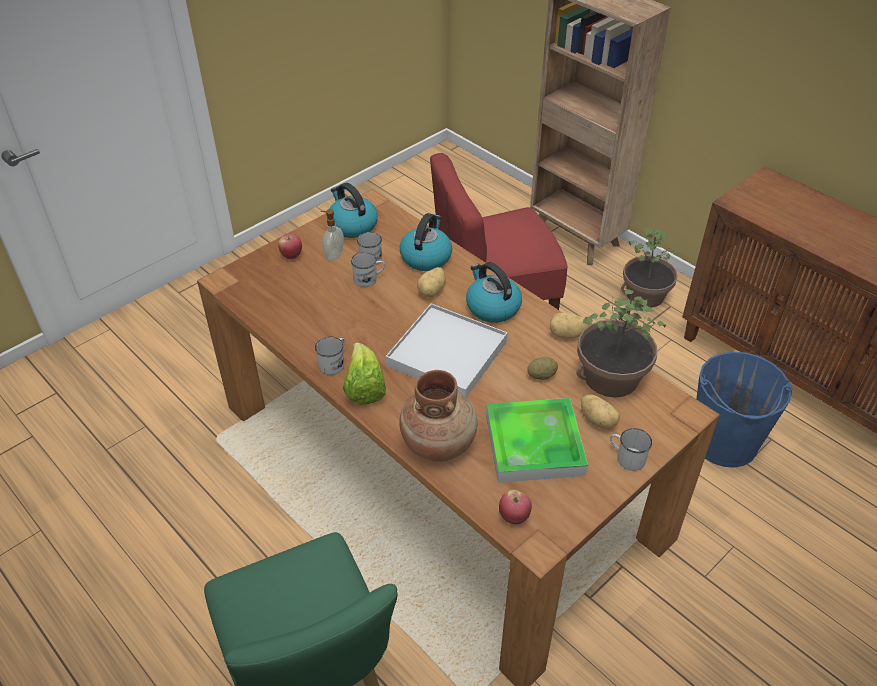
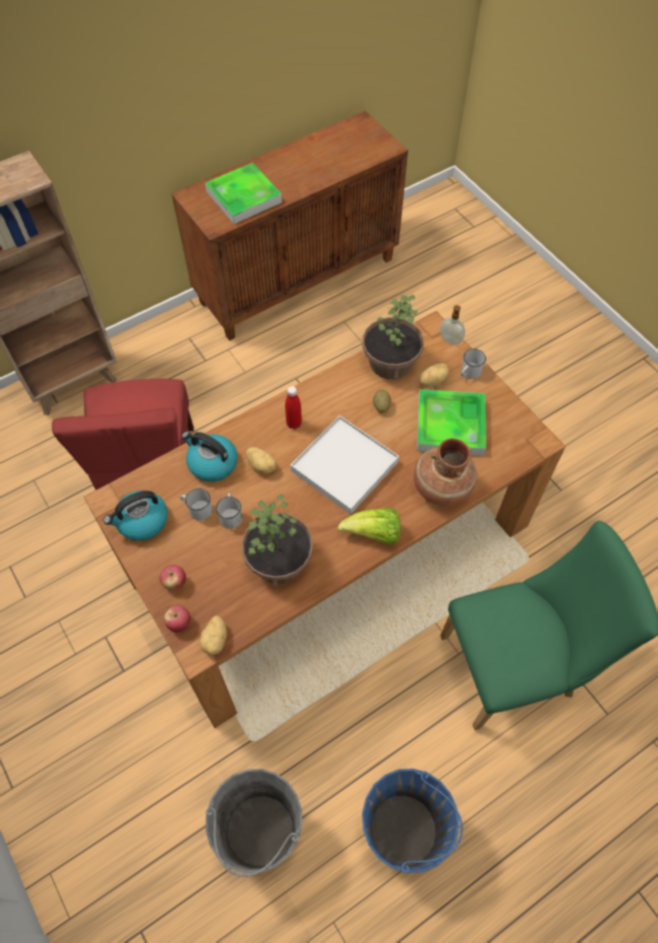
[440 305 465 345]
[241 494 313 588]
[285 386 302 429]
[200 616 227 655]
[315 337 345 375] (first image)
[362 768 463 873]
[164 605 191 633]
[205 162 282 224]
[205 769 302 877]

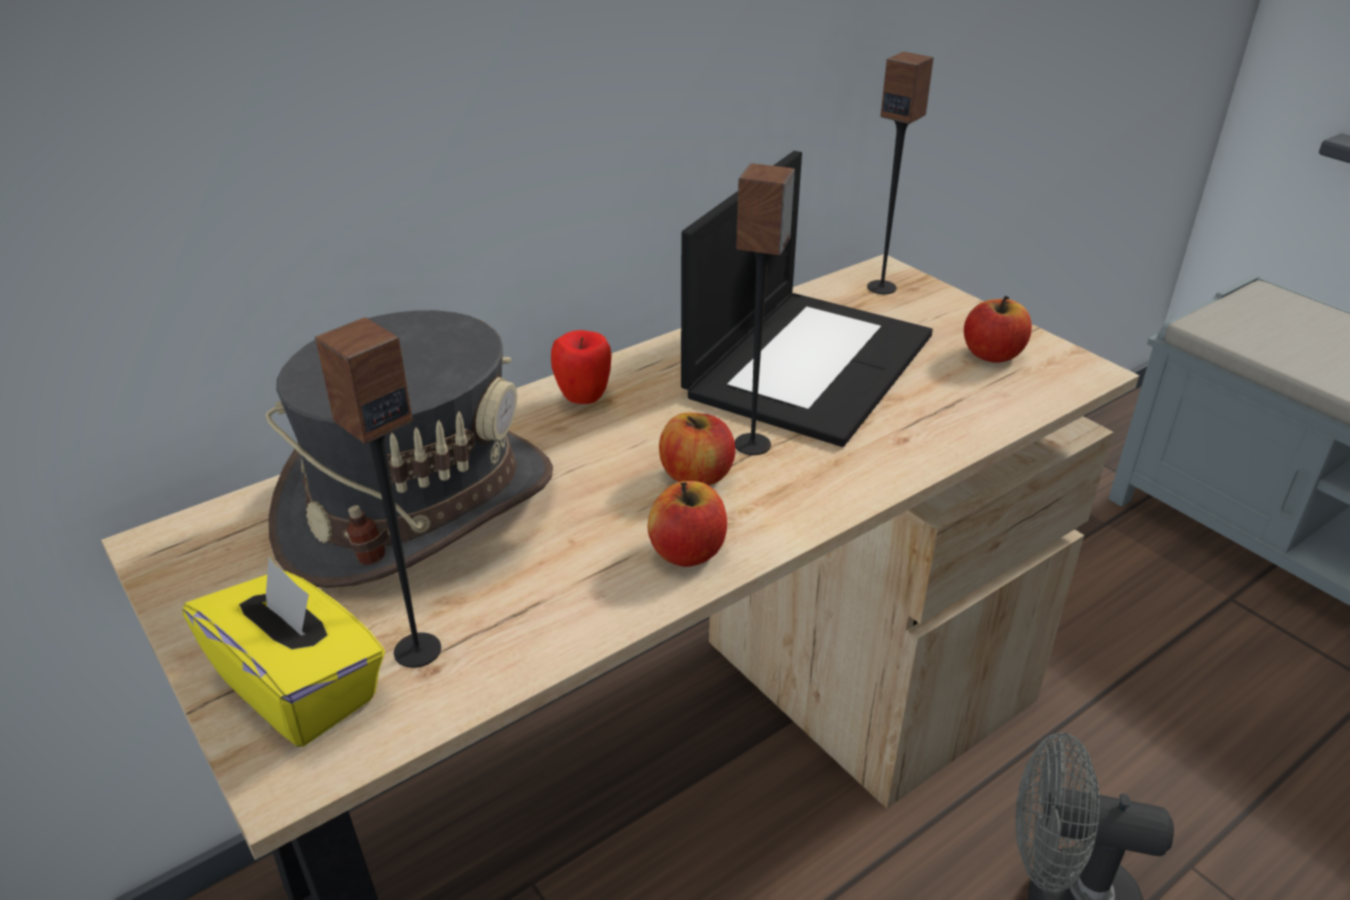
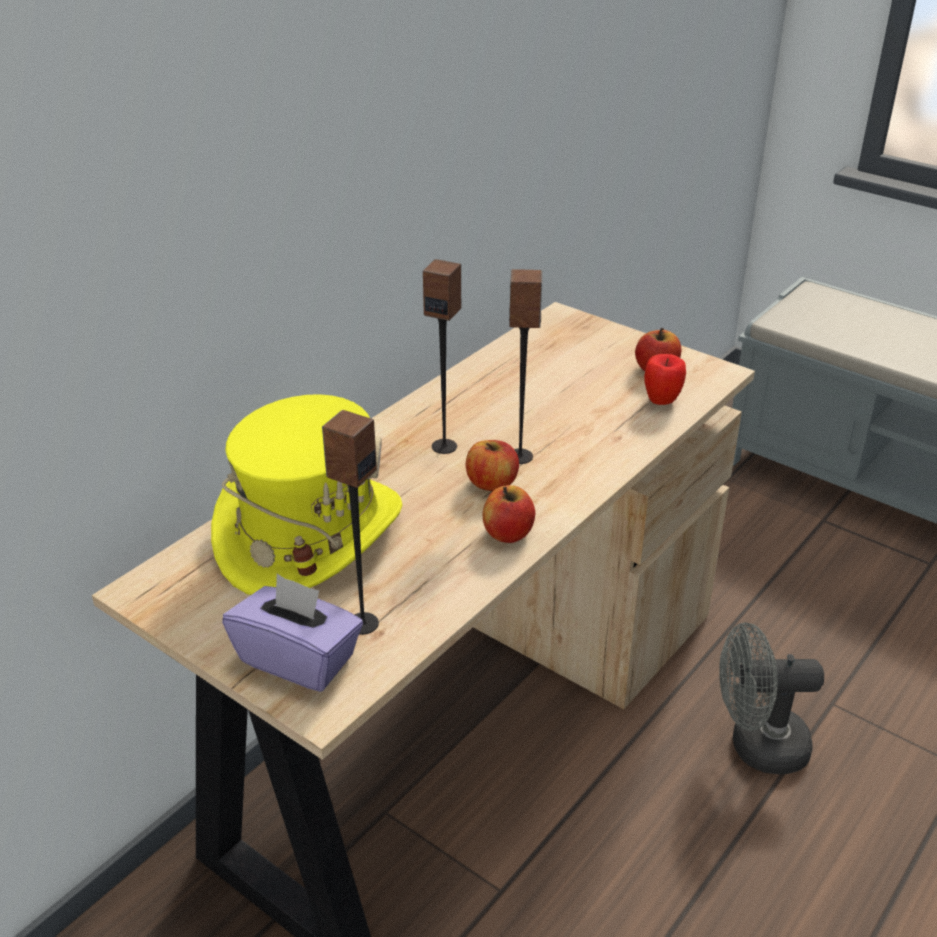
[423 259 461 454]
[681 151 933 447] (first image)
[211 394 402 595]
[644 354 686 405]
[222 573 363 692]

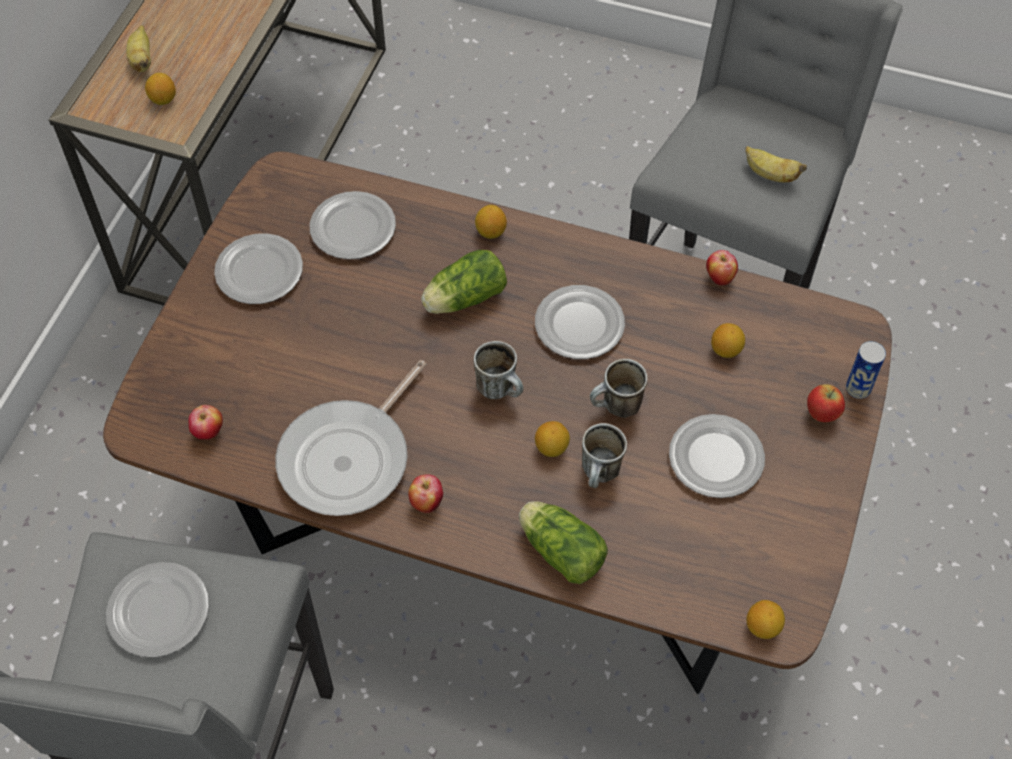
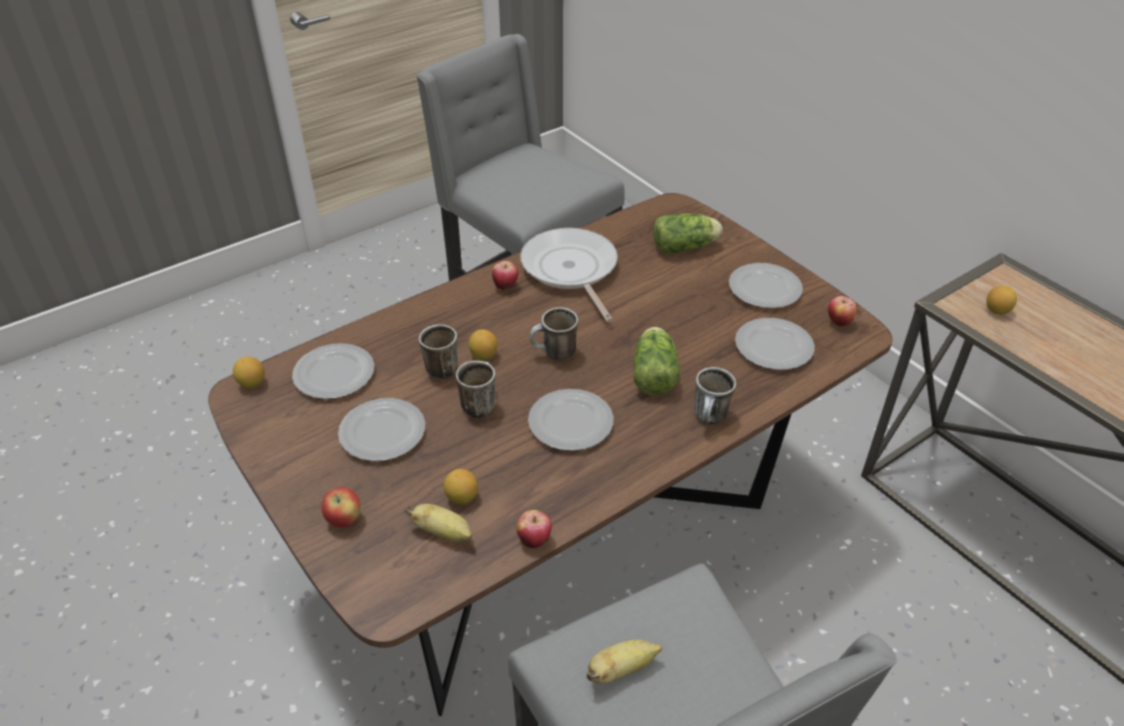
[405 504 472 542]
[694 367 736 424]
[846 341 886 399] (first image)
[828 296 857 327]
[653 213 723 254]
[292 343 375 399]

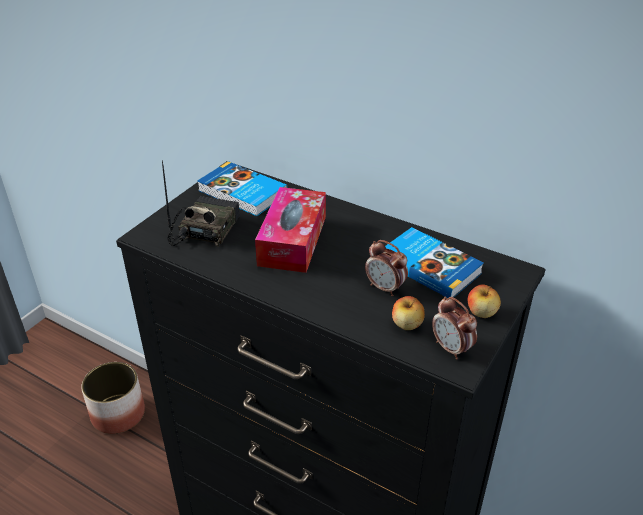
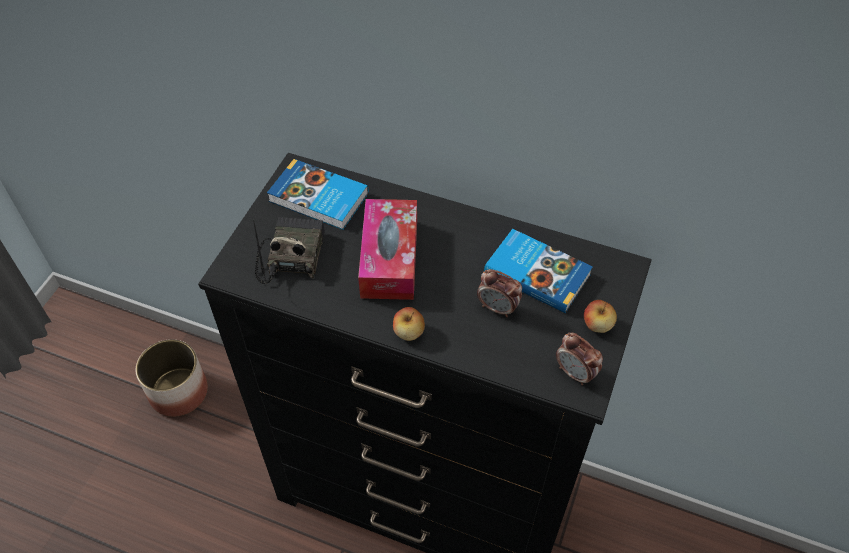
[393 307 425 341]

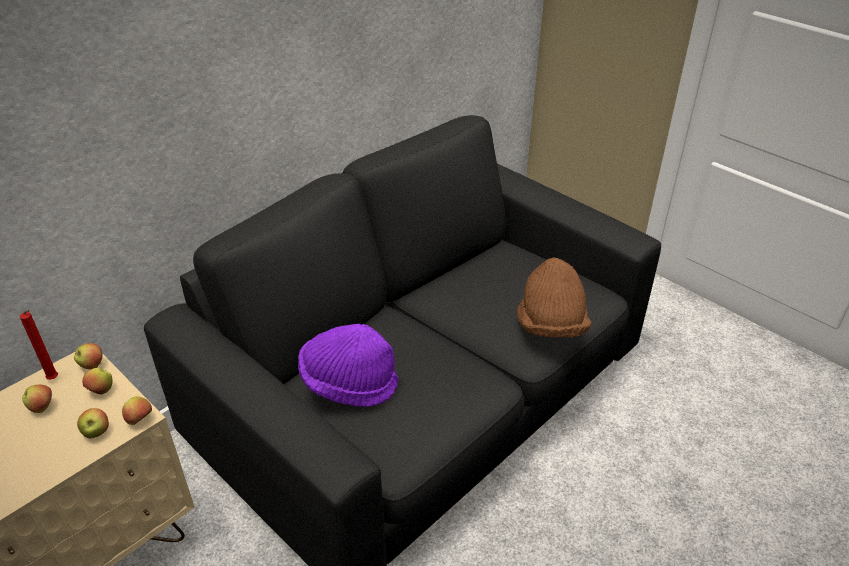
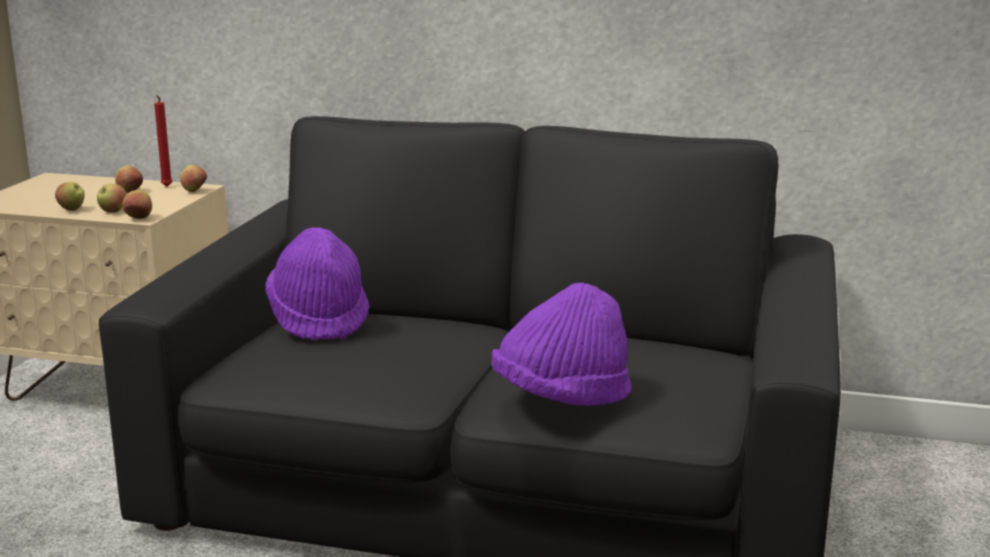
[492 283 632 406]
[55 182 85 211]

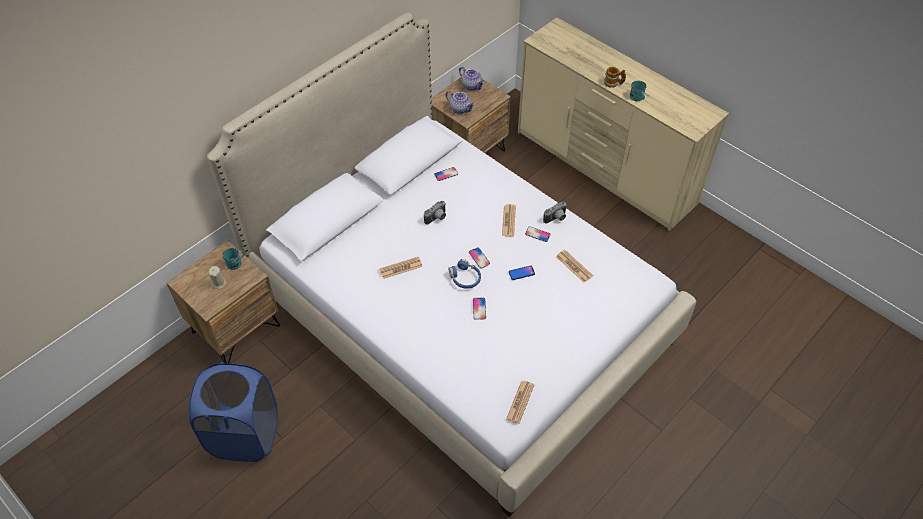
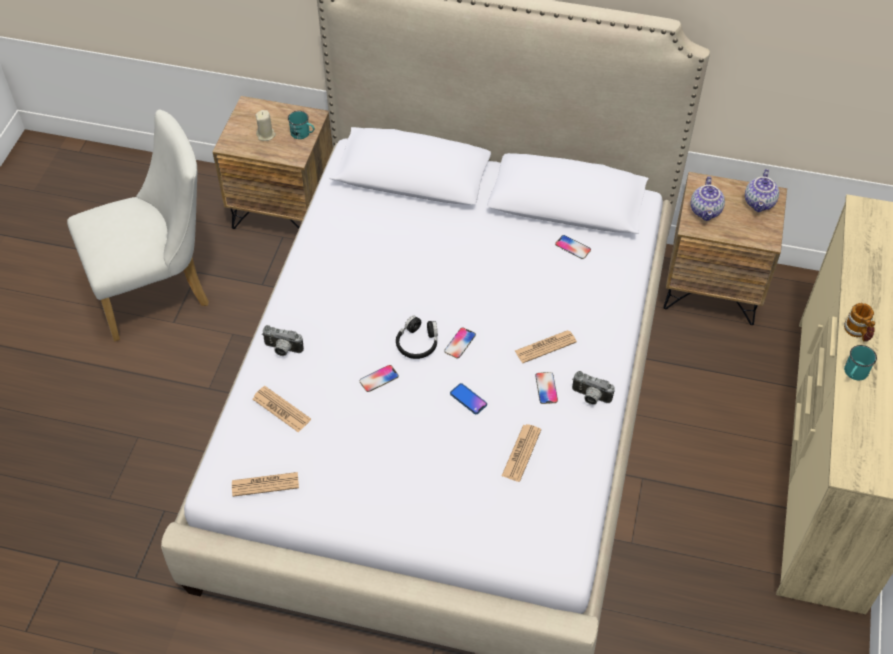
[262 325 304 356]
[252 386 311 432]
[396 315 438 359]
[67 110 209 342]

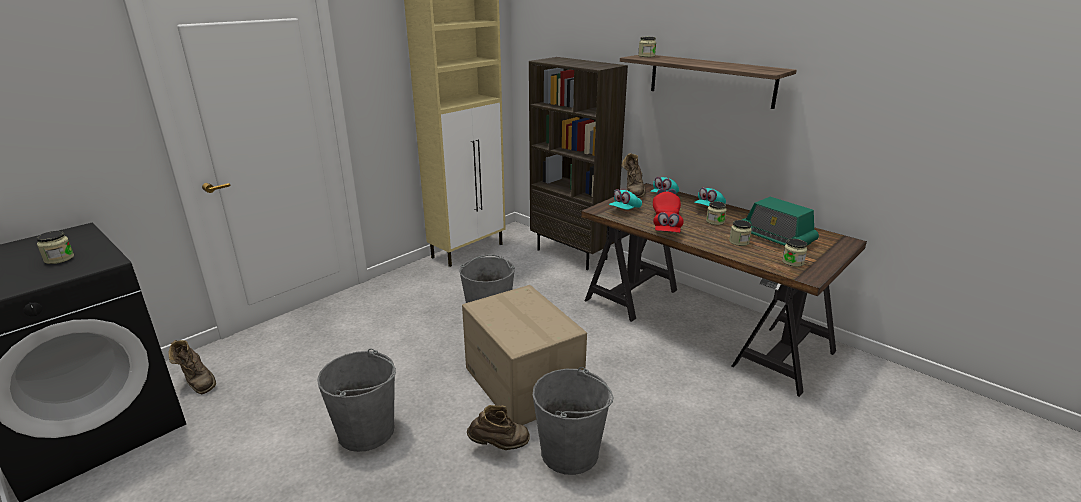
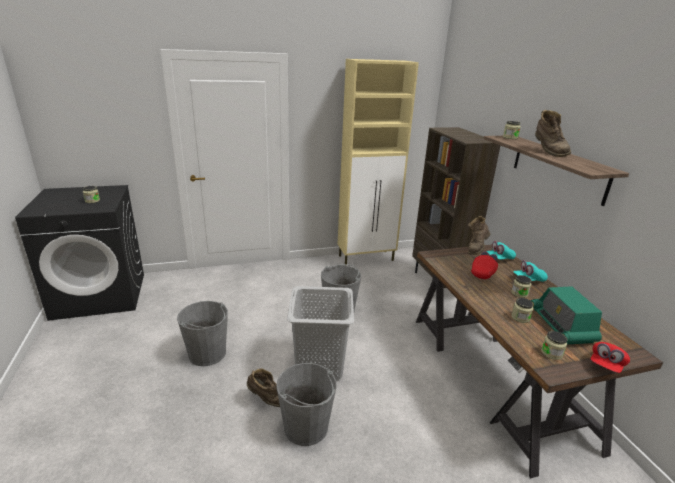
[609 189 642 210] (first image)
[591 342 630 373]
[287 286 354 380]
[535 110 571 157]

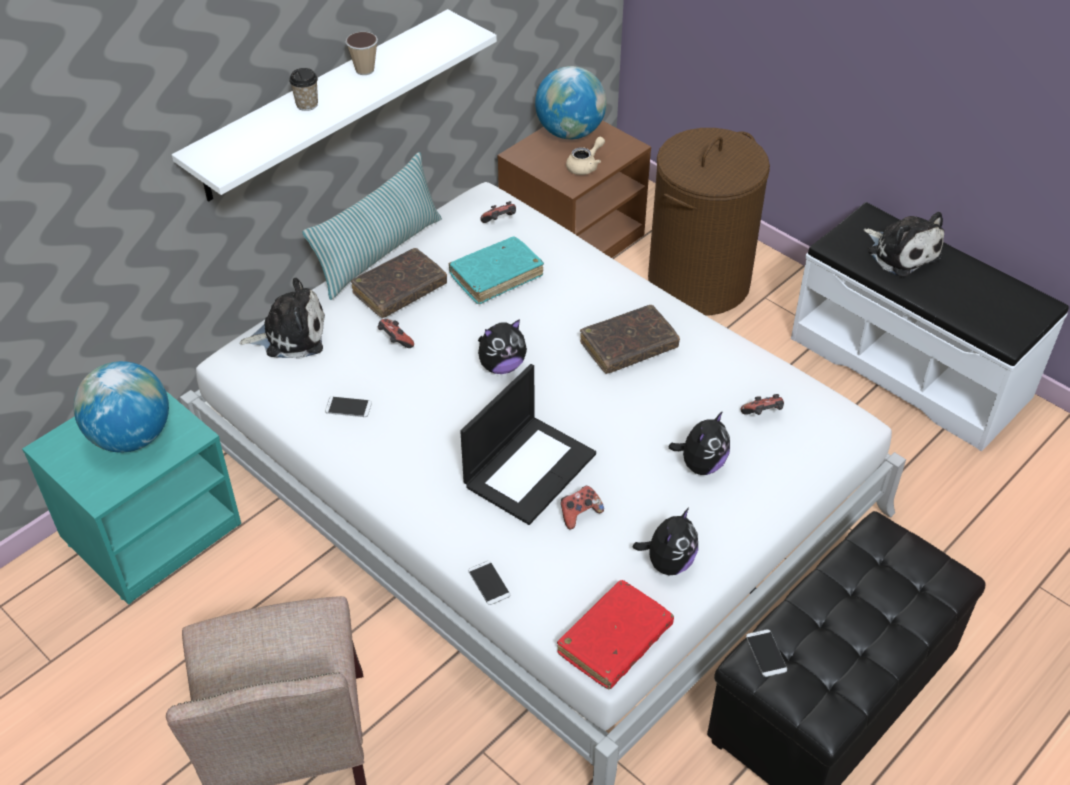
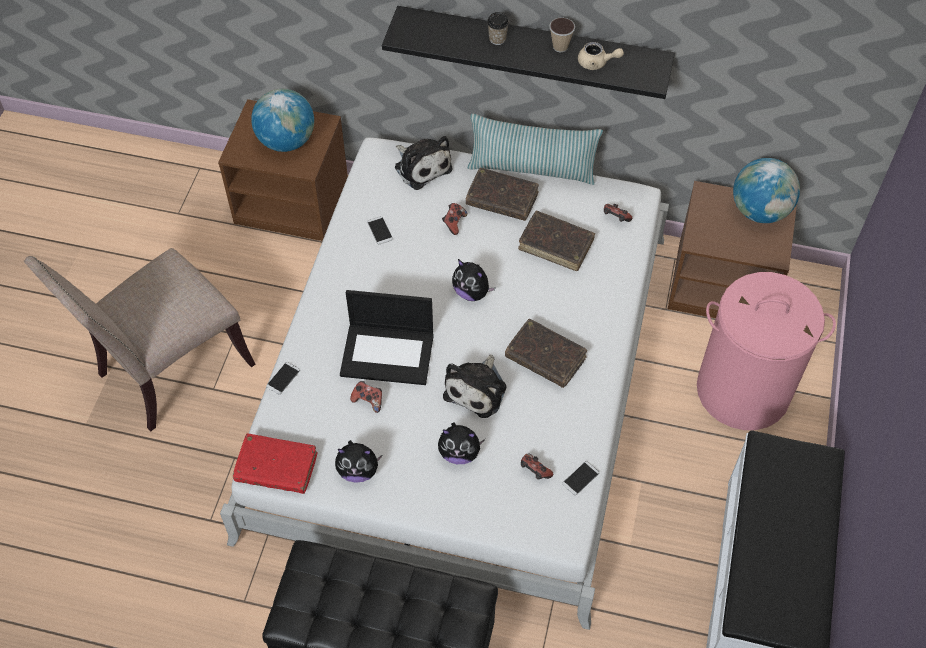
[382 6 675 99]
[697 272 836 430]
[578 42 624 70]
[443 354 506 418]
[518 210 595 271]
[218 99 348 241]
[562 461 599 495]

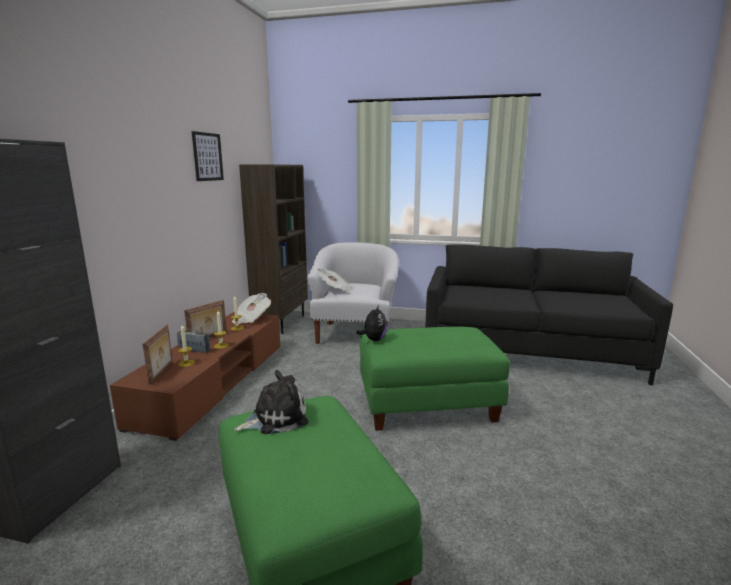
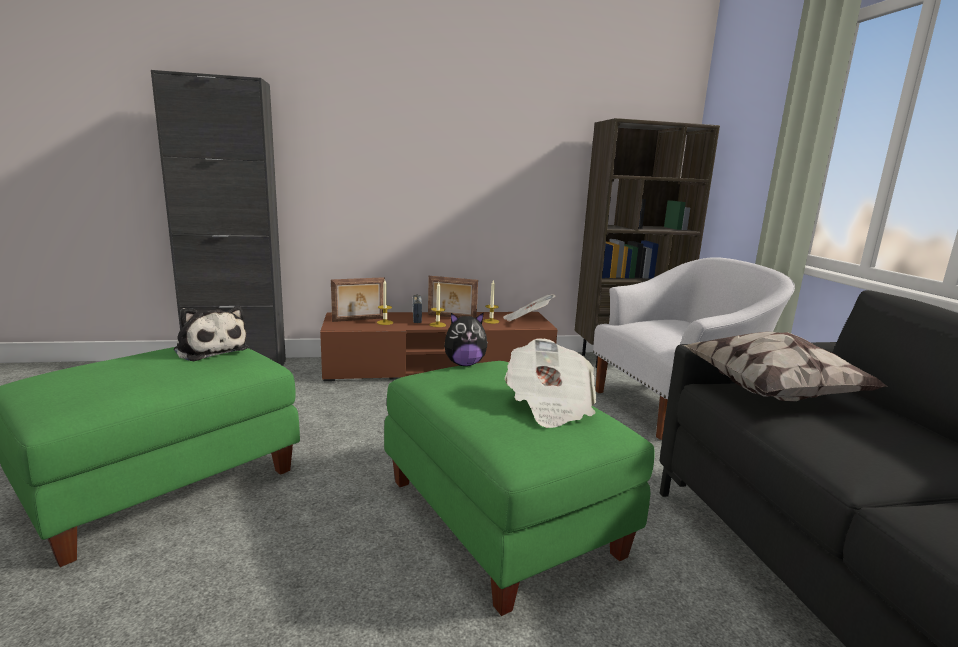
[192 131 224 181] (first image)
[505 338 596 428]
[683 332 887 401]

